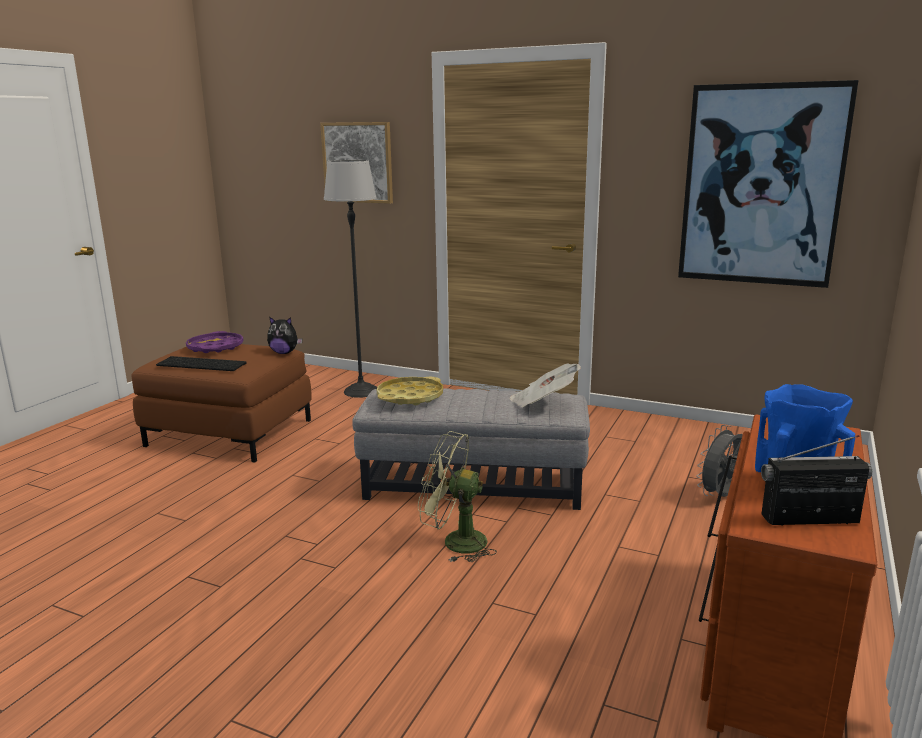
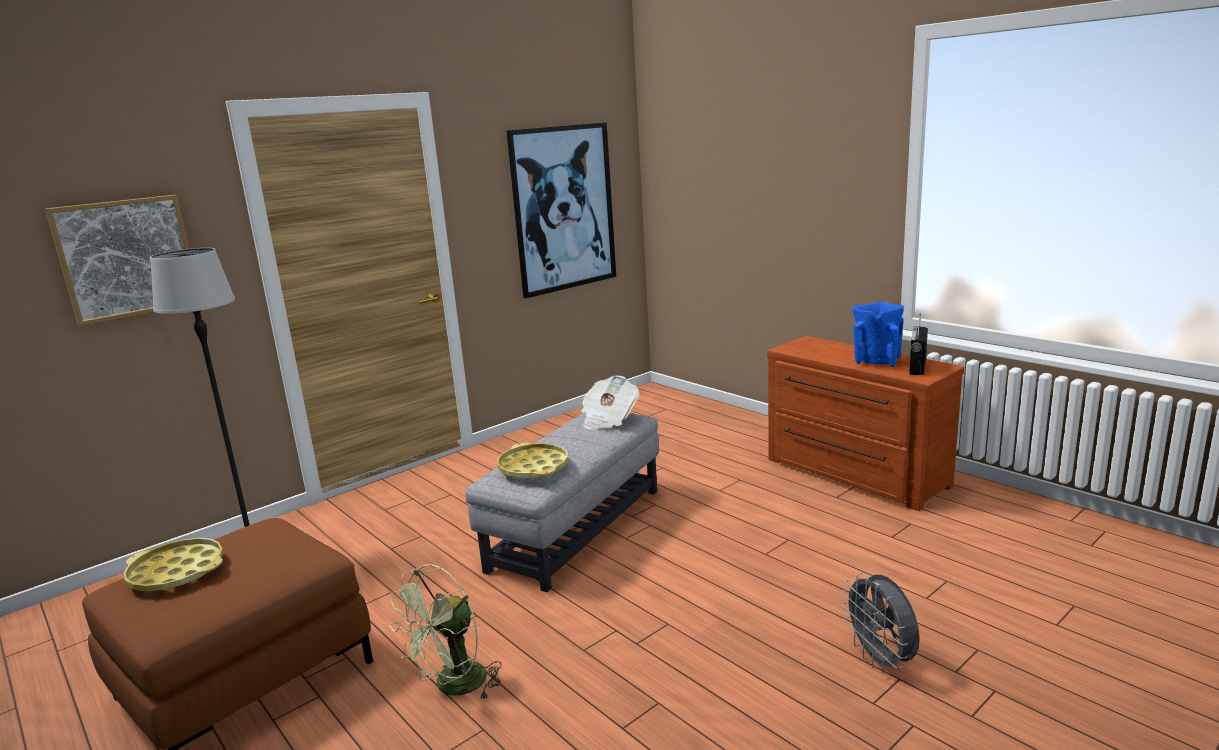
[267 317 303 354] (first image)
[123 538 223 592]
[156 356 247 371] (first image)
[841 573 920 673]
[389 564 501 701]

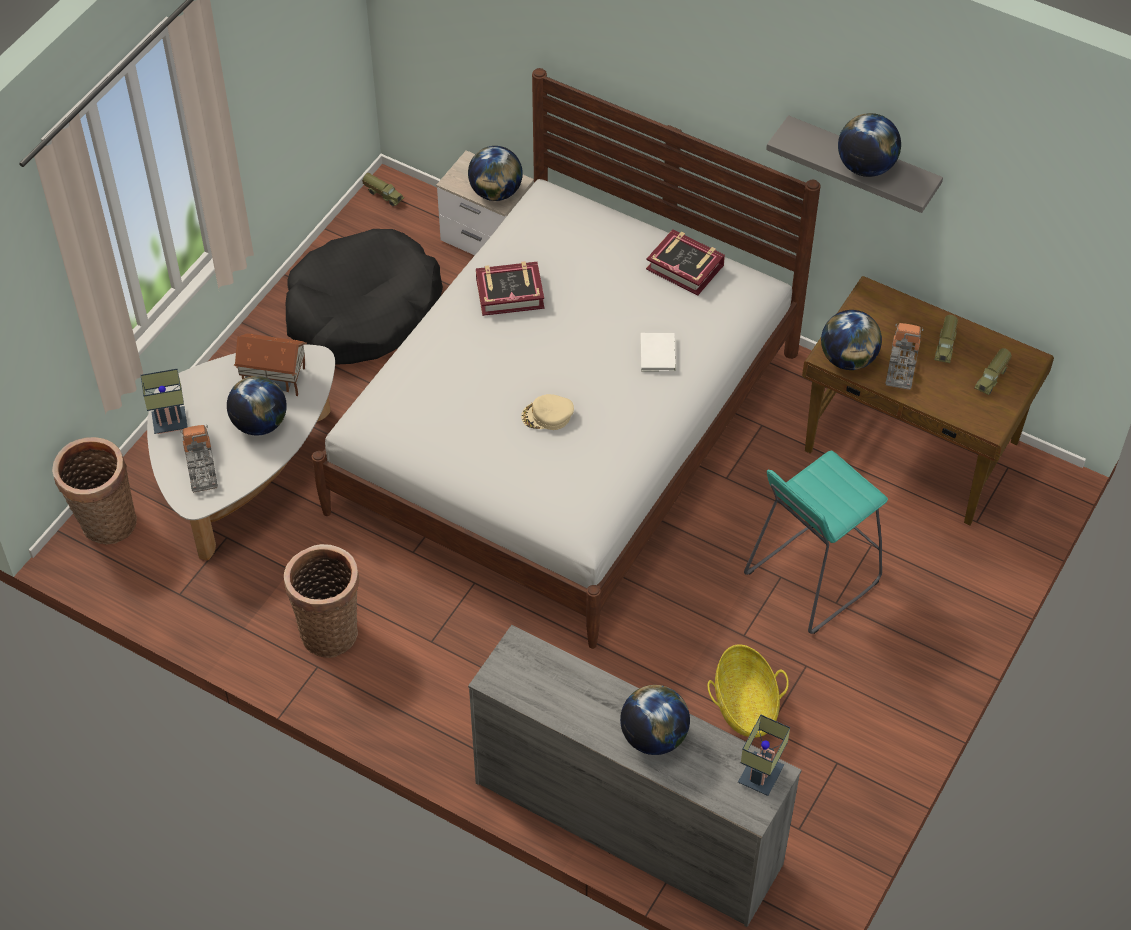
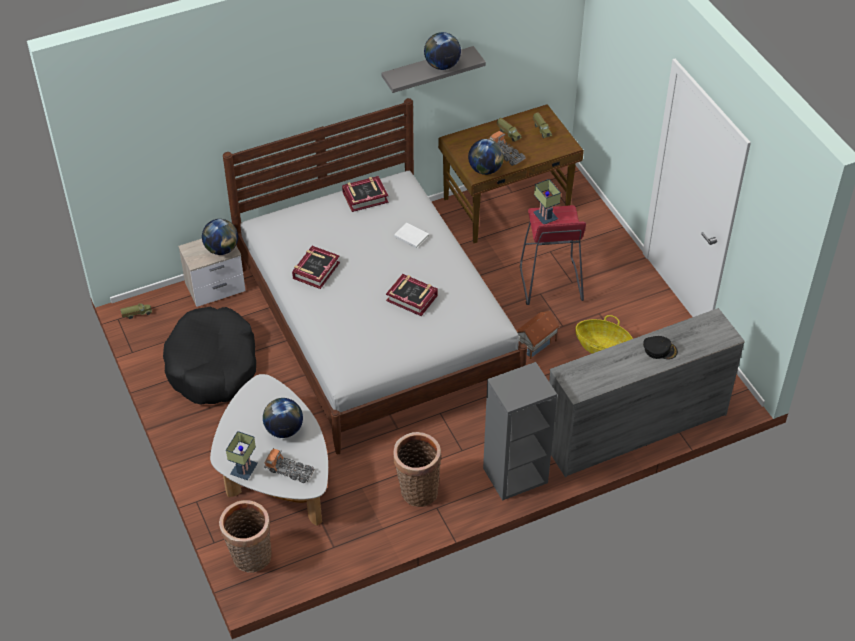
[516 311 560 359]
[386 274 438 316]
[520 205 586 305]
[643 336 678 359]
[533 179 561 224]
[483 362 557 501]

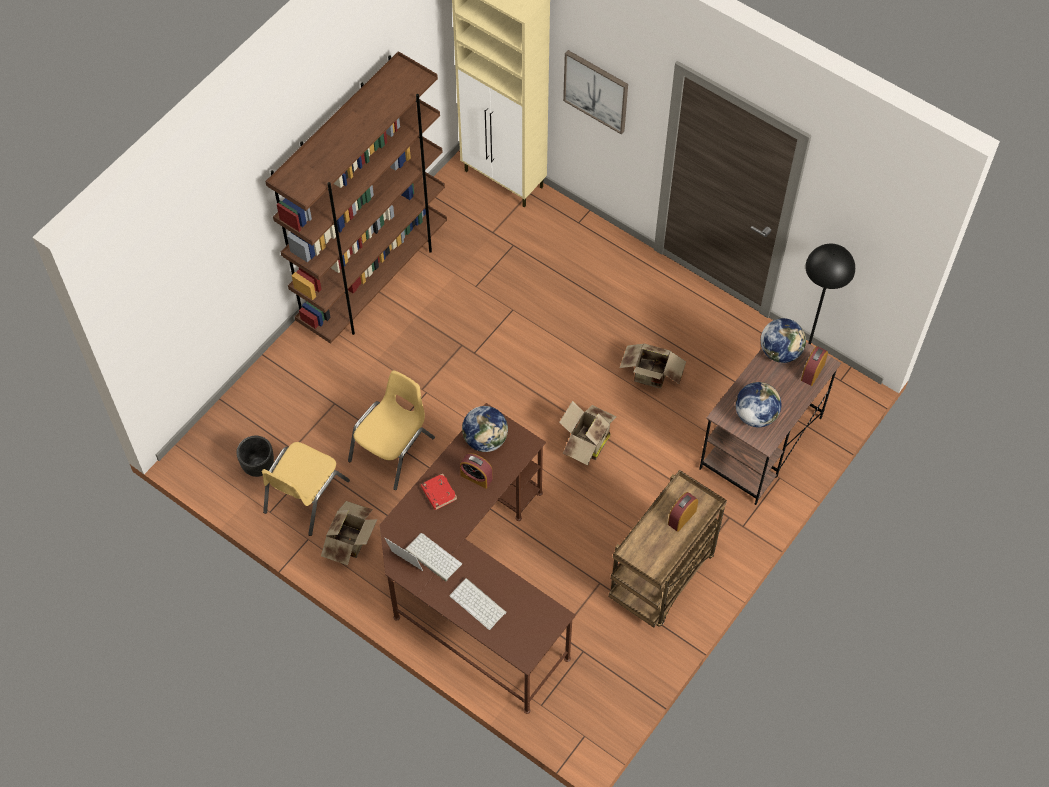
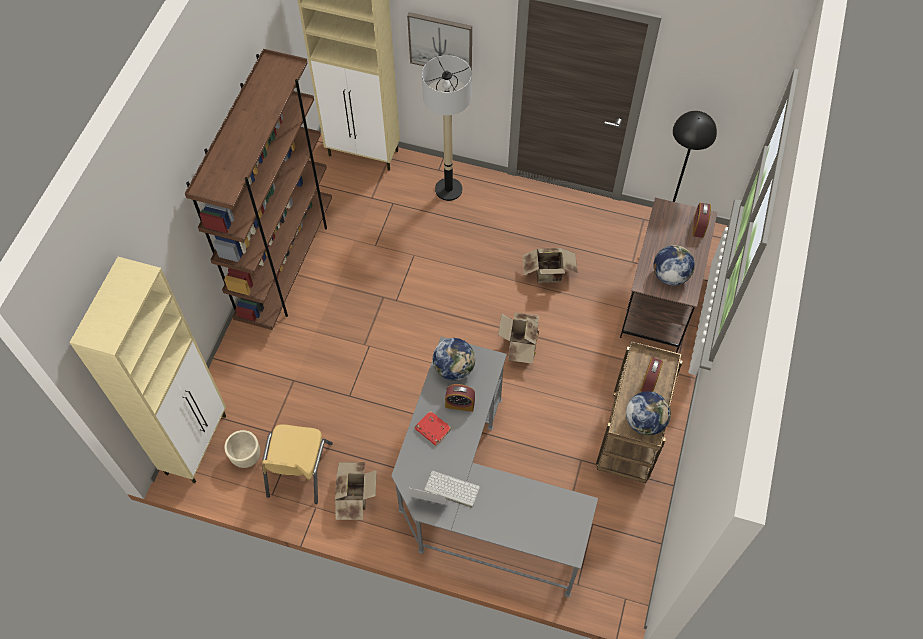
[626 391 671 435]
[348 370 435 490] (first image)
[391 337 598 597]
[224 430 260 468]
[450 578 507 630] (first image)
[422 55 472 201]
[69 257 226 483]

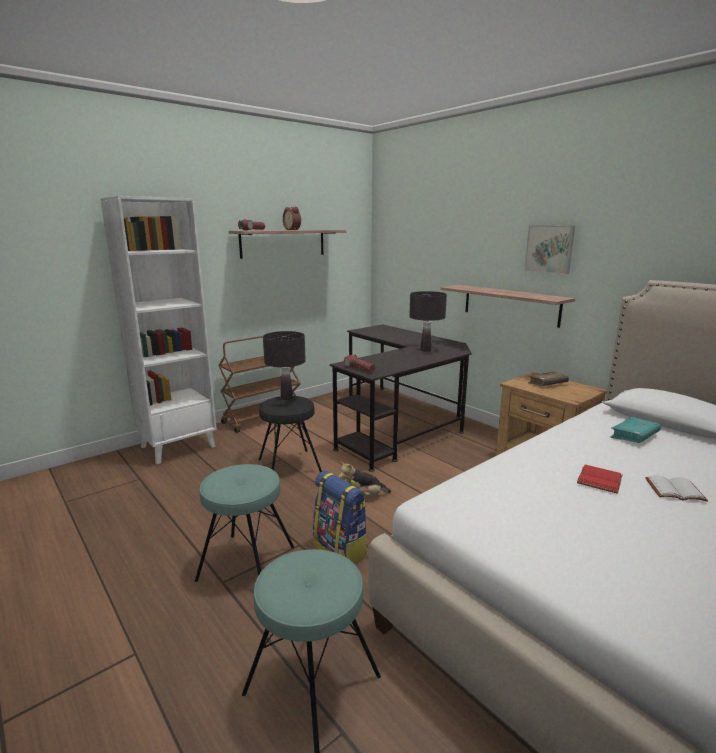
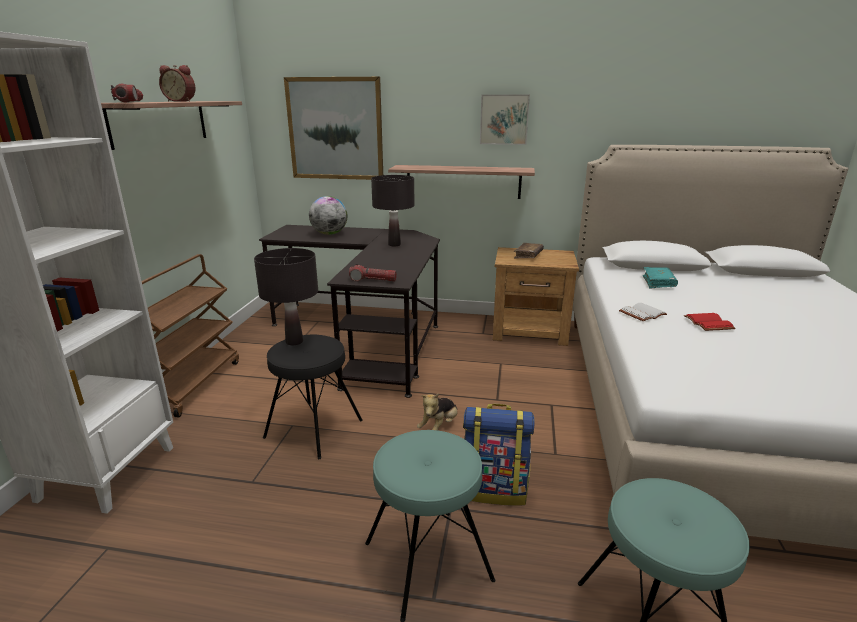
[619 303 667 322]
[284 77 383 180]
[309 196 347 235]

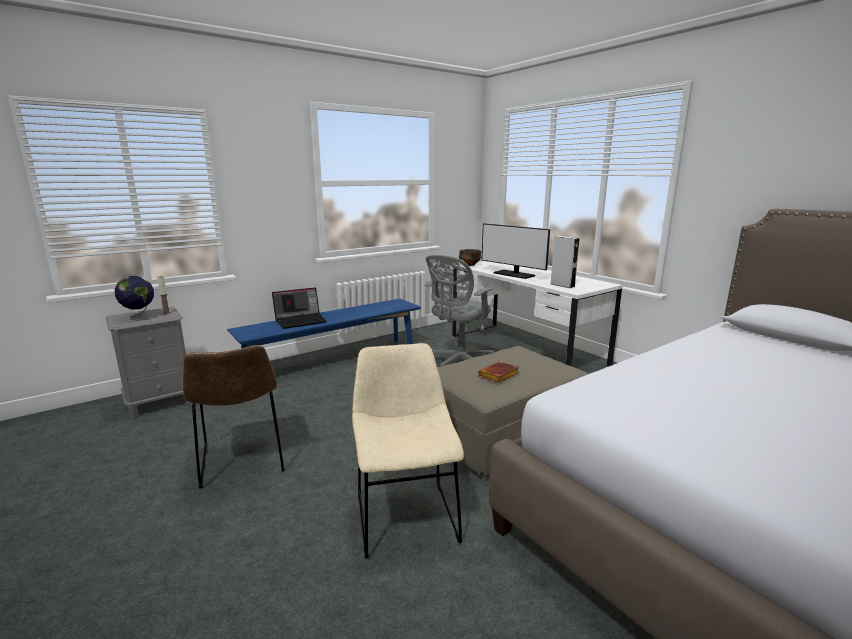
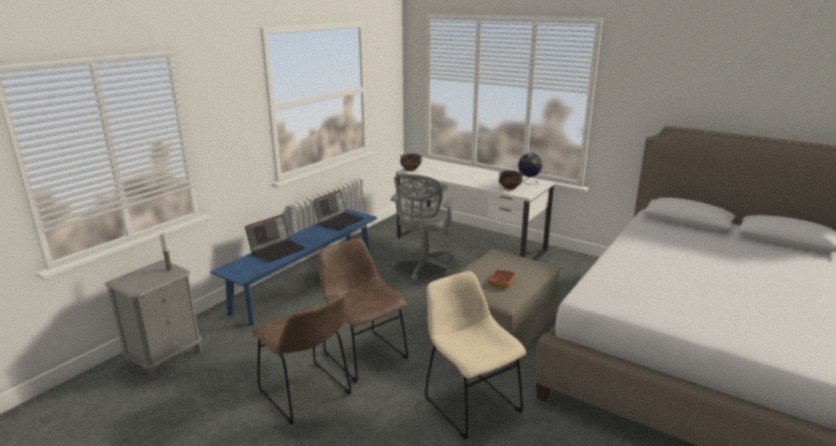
[482 223 550 279] (first image)
[499 170 523 190]
[518 153 543 185]
[313 190 364 231]
[318 238 408 383]

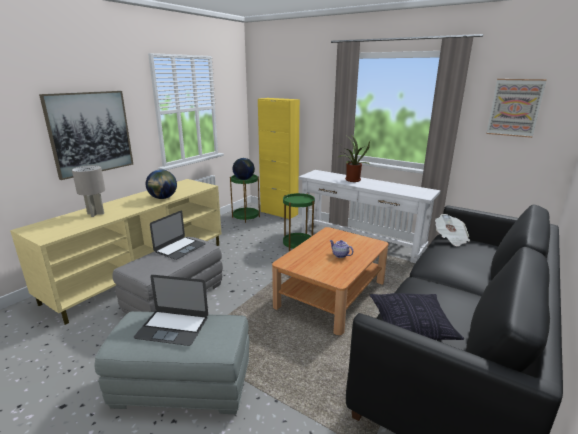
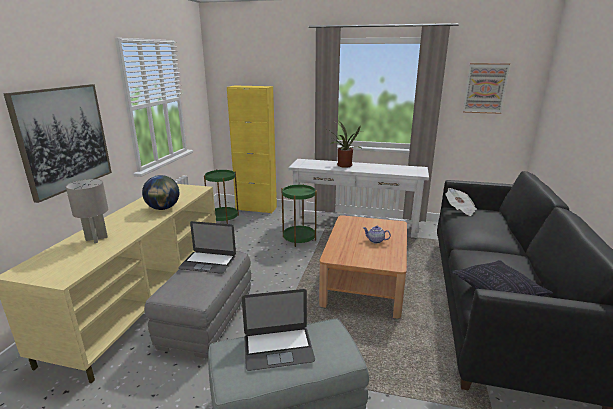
[232 158 255 180] (first image)
[178 221 236 274]

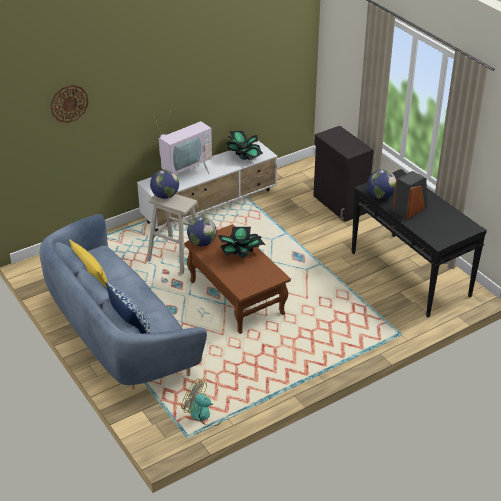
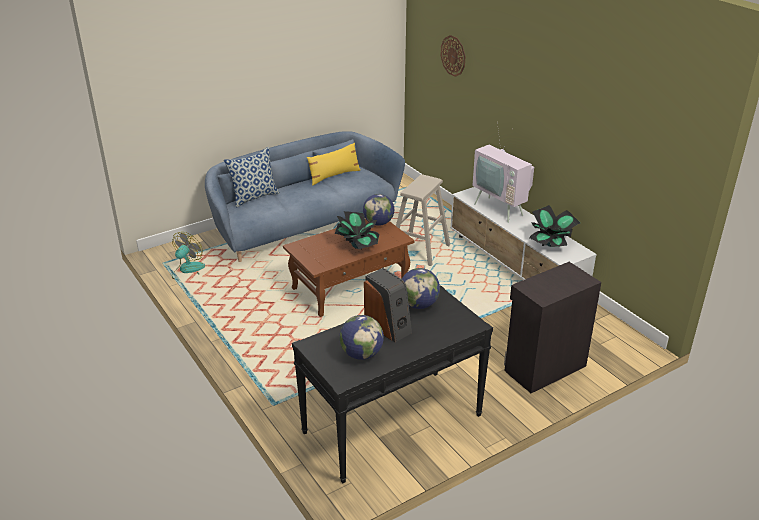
[339 315 384 360]

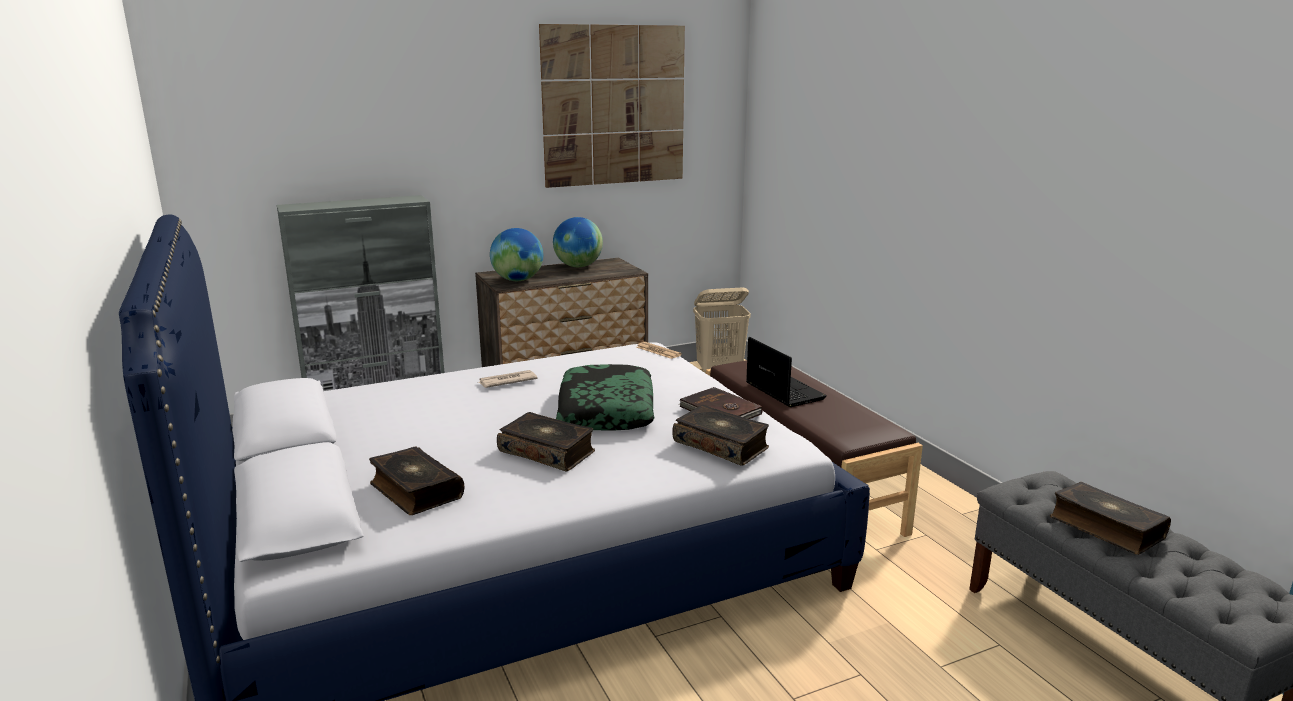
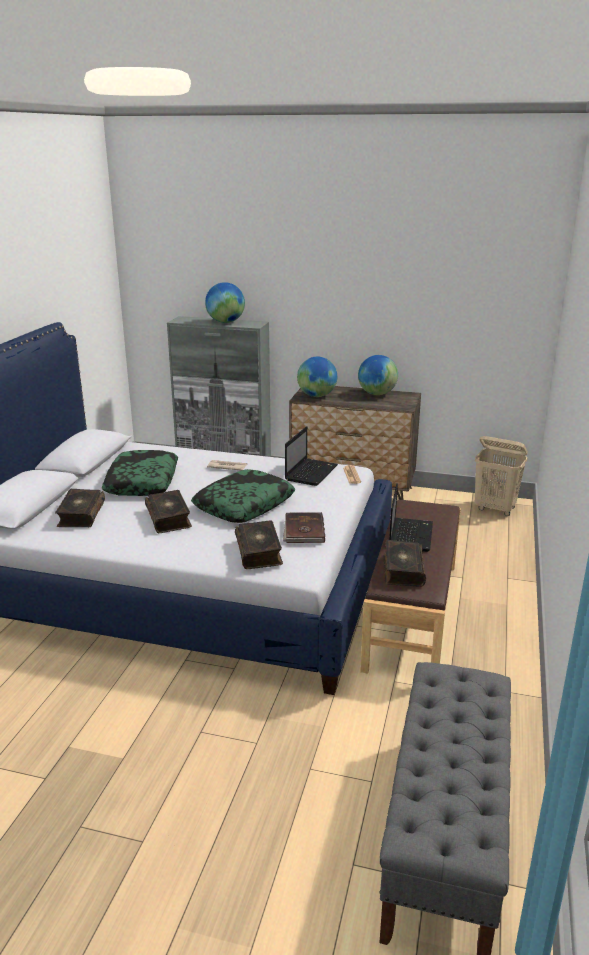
[539 24 685 188] (first image)
[384 540 426 587]
[205 282 245 323]
[285 426 338 486]
[102 450 178 496]

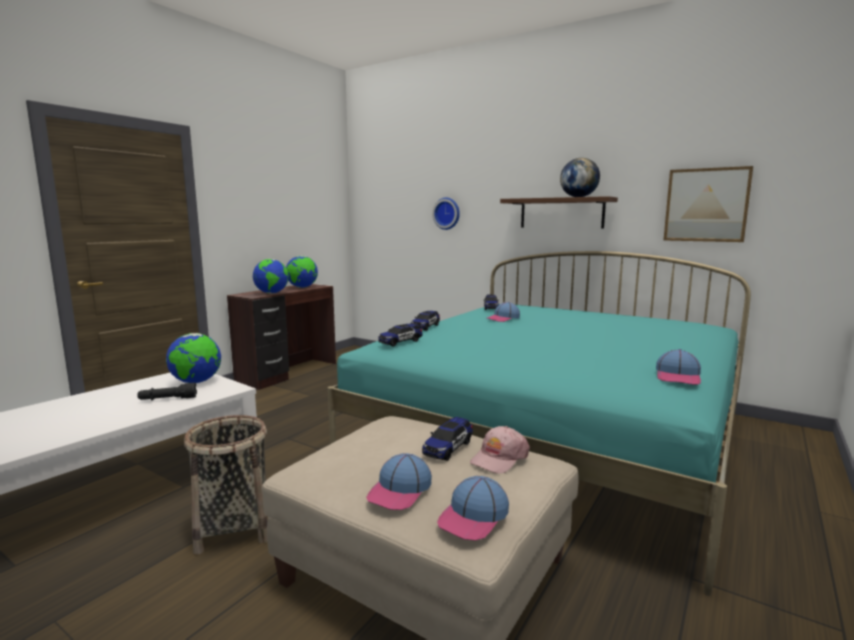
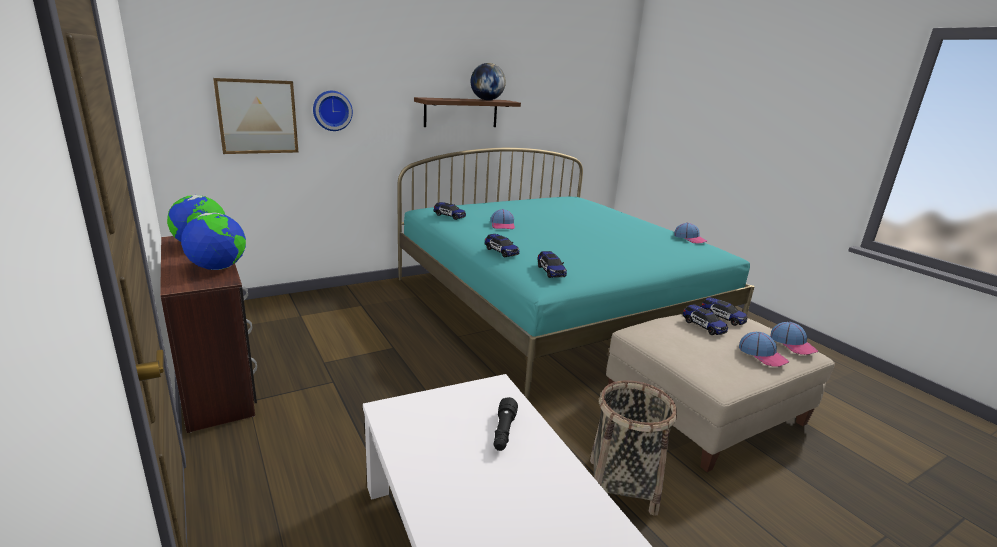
[213 78 298 154]
[166 333 221 383] (first image)
[701 297 748 326]

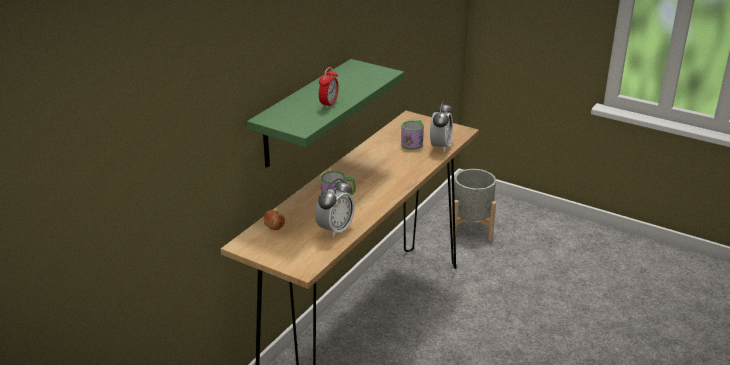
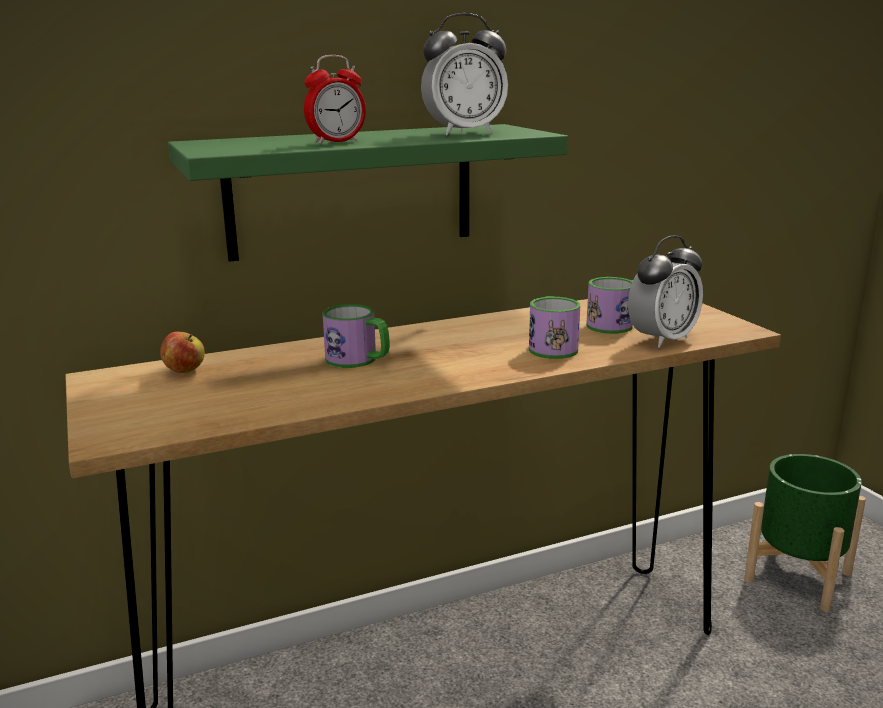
[744 454 866 612]
[421 13 508 136]
[529 296 580 359]

